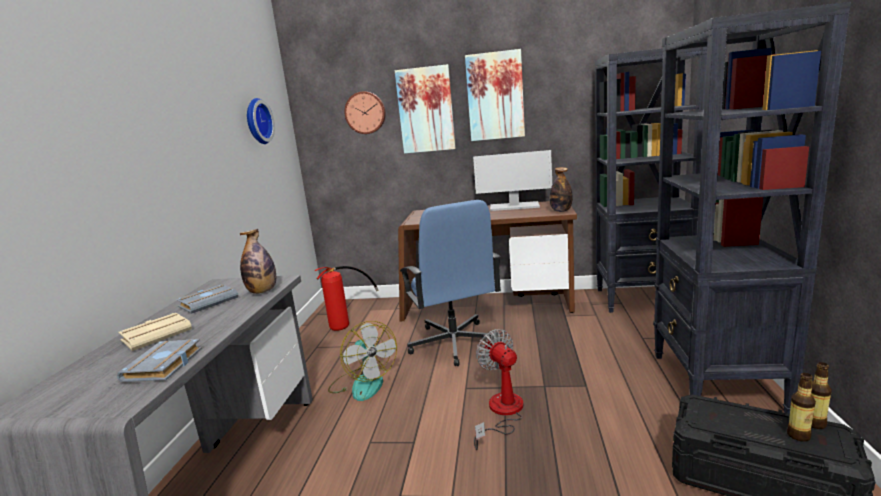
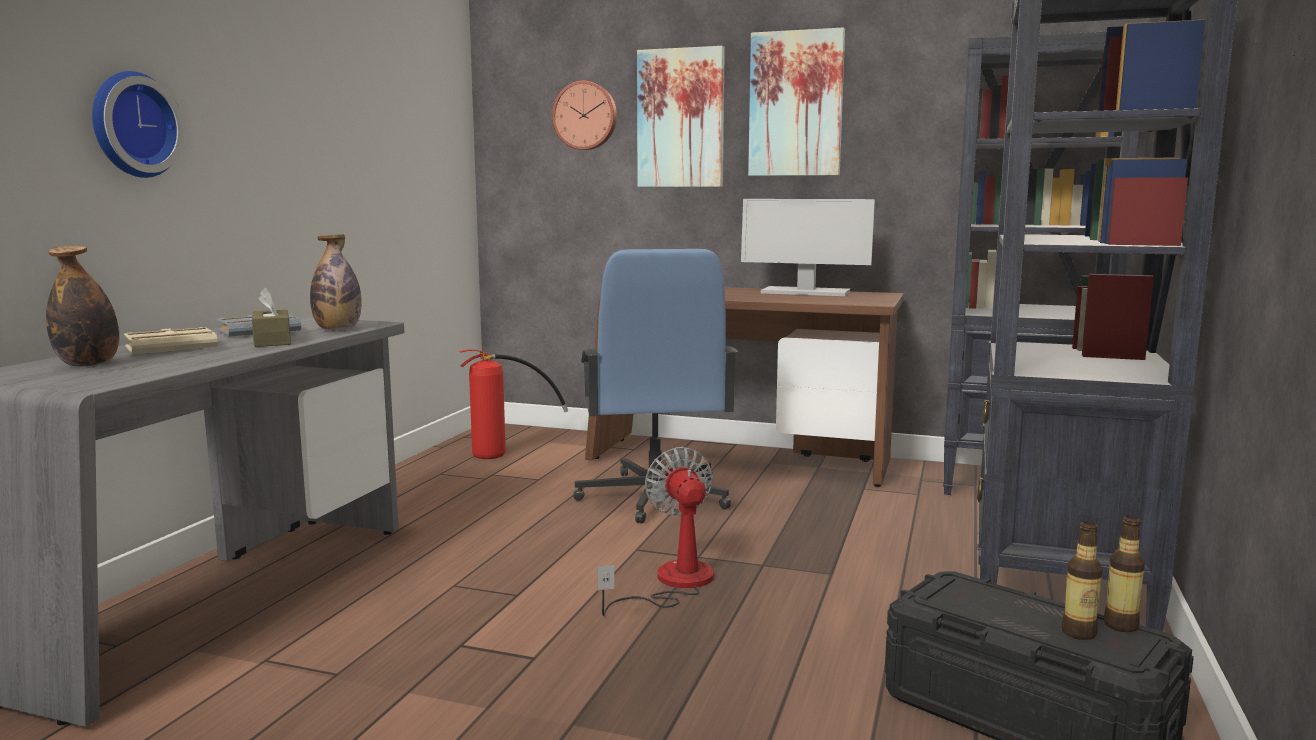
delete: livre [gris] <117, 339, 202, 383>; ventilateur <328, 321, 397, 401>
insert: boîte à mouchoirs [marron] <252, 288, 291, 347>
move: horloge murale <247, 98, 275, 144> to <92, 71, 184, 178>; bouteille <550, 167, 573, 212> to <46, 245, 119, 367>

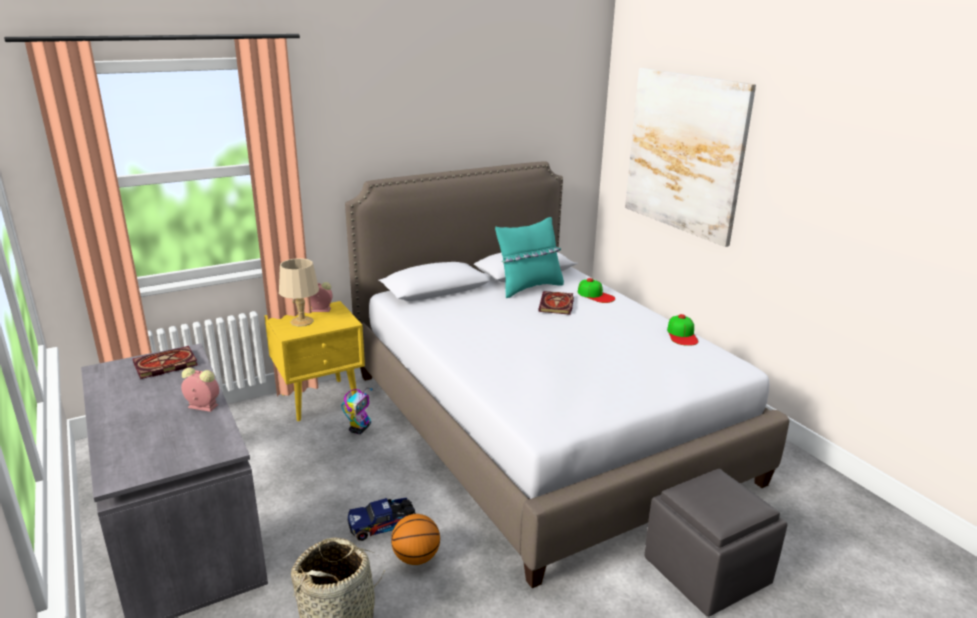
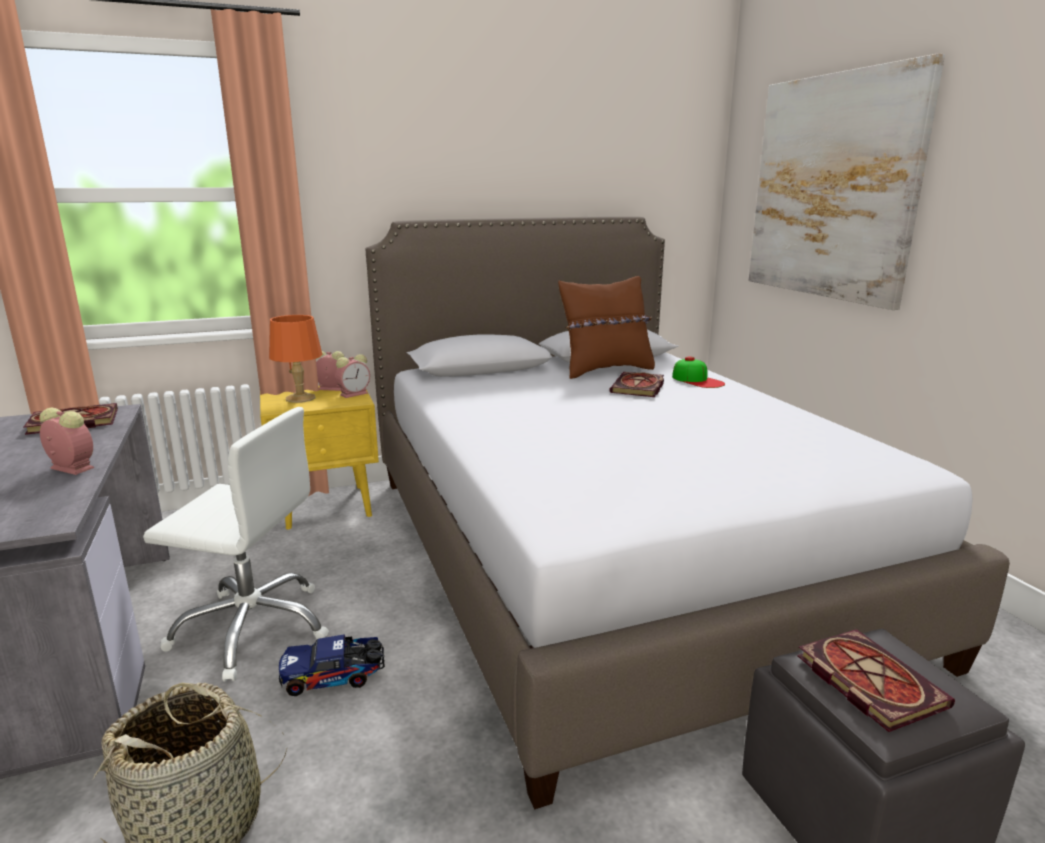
delete: robot jouet <341, 388, 373, 434>; ballon de basket <391, 514, 440, 565>; casquette <667, 314, 698, 346>
insert: chaise de bureau [blanc] <143, 407, 329, 682>; réveil <335, 354, 370, 398>; livre <797, 629, 955, 732>
recolor: lampe de table [beige] <279, 258, 319, 327> to lampe de table [orange] <269, 315, 322, 403>; coussin [turquoise] <495, 217, 564, 298> to coussin [marron] <558, 276, 655, 379>

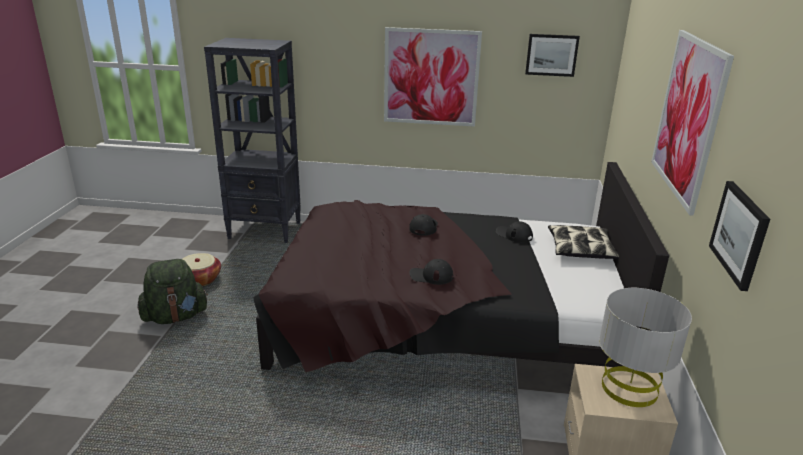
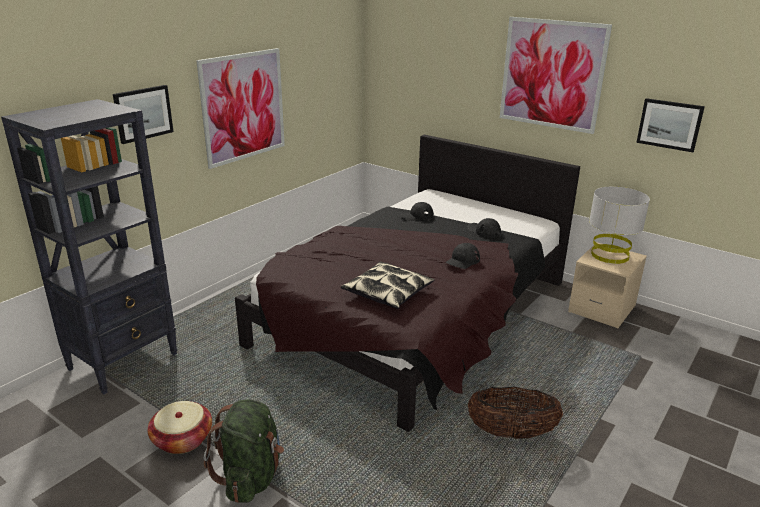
insert: panier <468, 386, 563, 439>
move: casquette [noir] <409, 214, 438, 236> to <468, 218, 501, 238>; tableau <525, 34, 580, 77> to <113, 85, 174, 144>; coussin <548, 225, 619, 259> to <341, 262, 435, 309>

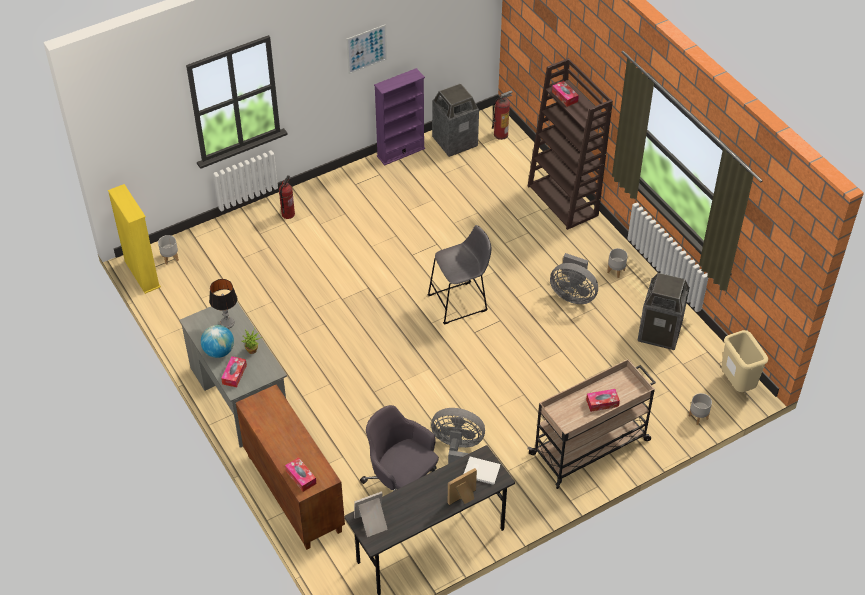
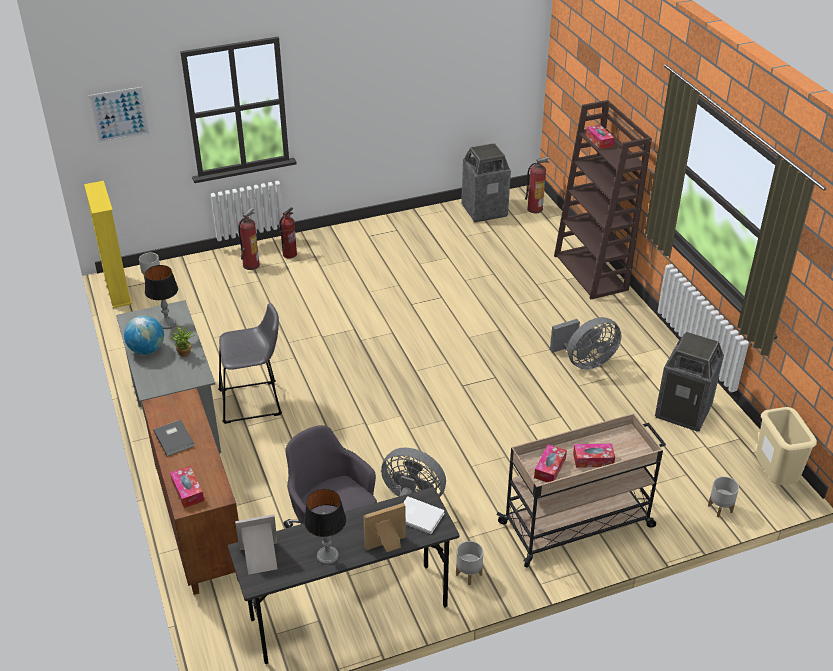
delete: bibliothèque [violet] <374, 68, 425, 165>
insert: livre [gris] <153, 420, 195, 456>; extincteur <238, 207, 260, 270>; lampe de table <304, 489, 346, 565>
move: boîte à mouchoirs <221, 356, 247, 387> to <534, 444, 567, 482>; tableau <346, 24, 387, 74> to <89, 87, 150, 143>; tabouret [gris] <427, 225, 492, 325> to <218, 303, 282, 424>; cache-pot [gris] <607, 248, 628, 278> to <456, 541, 483, 585>
rotate: ventilateur [gris] <550, 253, 598, 304> = <550, 317, 622, 370> 60 degrees counterclockwise

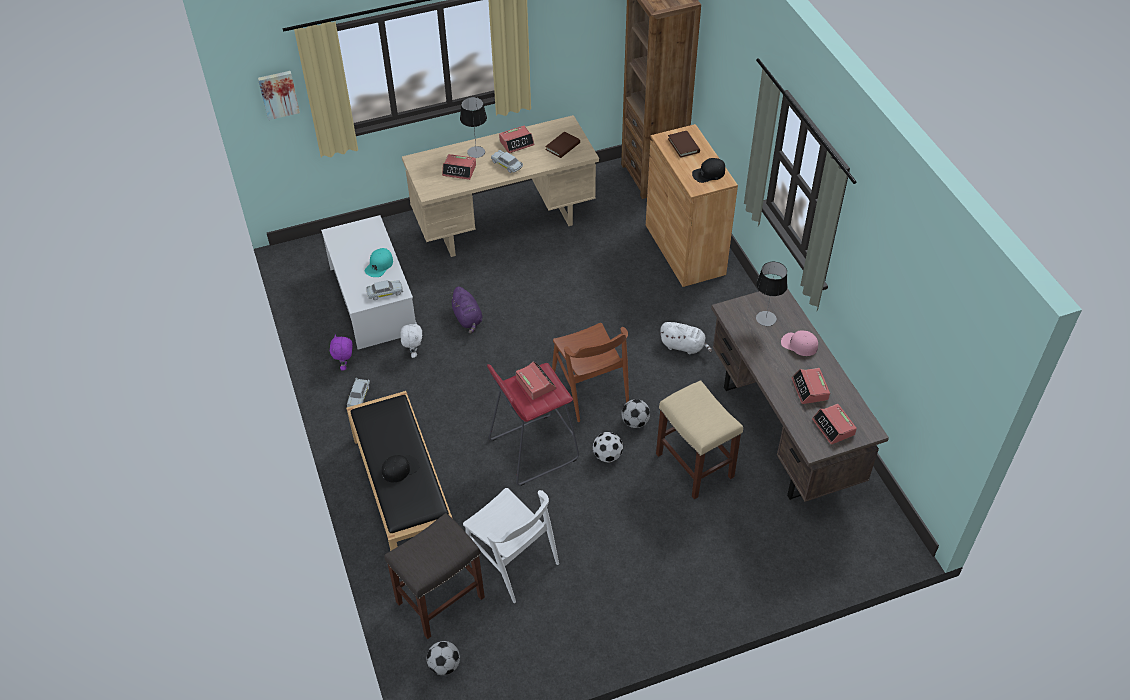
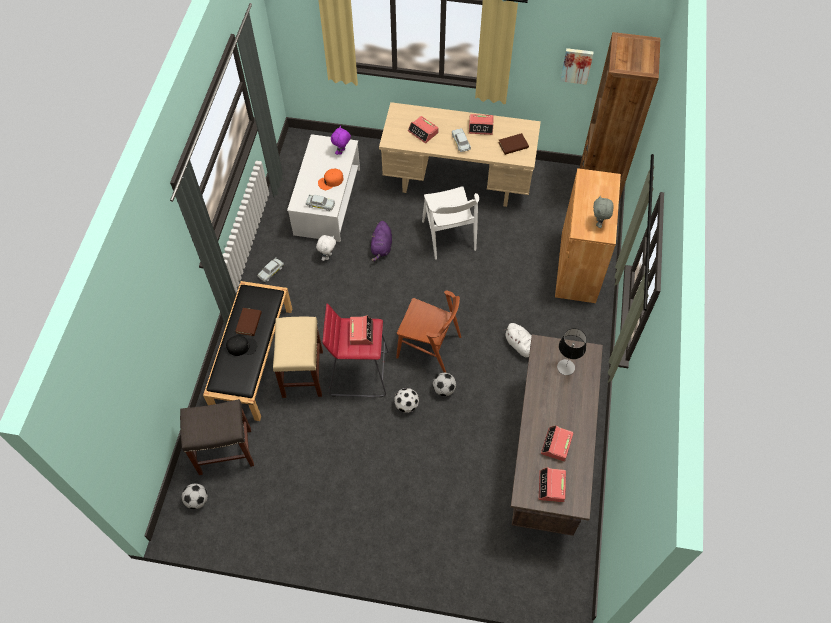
delete: lampe de table <460, 97, 487, 158>; casquette [rose] <781, 331, 818, 356>
move: tableau <258, 71, 300, 120> to <560, 48, 594, 85>; peluche [violet] <330, 334, 353, 371> to <331, 126, 351, 155>; chaise [blanc] <463, 488, 559, 603> to <422, 186, 479, 260>; tabouret [beige] <656, 380, 743, 499> to <273, 317, 323, 398>; livre [marron] <668, 131, 700, 158> to <235, 308, 262, 336>
replace: casquette [noir] <692, 158, 725, 183> to peluche [gris] <593, 195, 614, 228>
recolor: casquette [turquoise] <365, 248, 393, 277> to casquette [orange] <318, 169, 343, 190>
rotate: chaise [marron] <552, 323, 629, 422> = <396, 291, 461, 373> 75 degrees counterclockwise

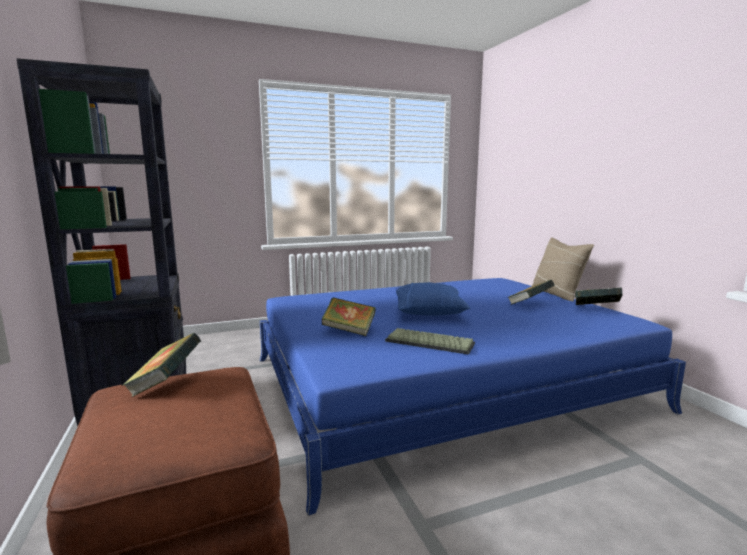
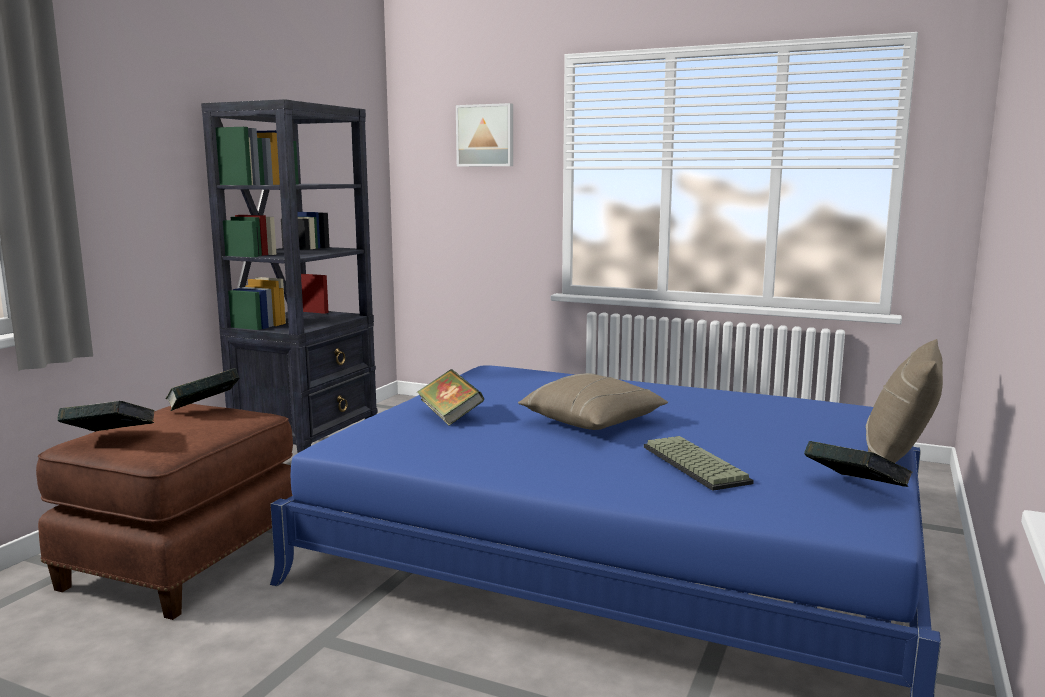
insert: tableau <456, 103, 513, 167>
move: clavier <385, 328, 475, 355> to <644, 436, 754, 491>; livre <507, 280, 555, 305> to <58, 401, 155, 432>
recolor: coussin [bleu] <396, 282, 471, 316> to coussin [beige] <518, 373, 668, 430>

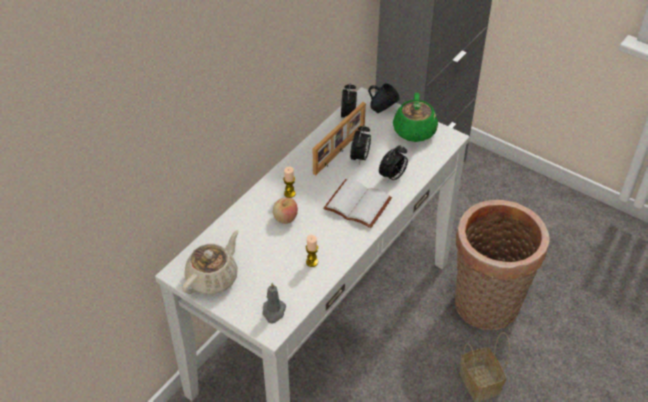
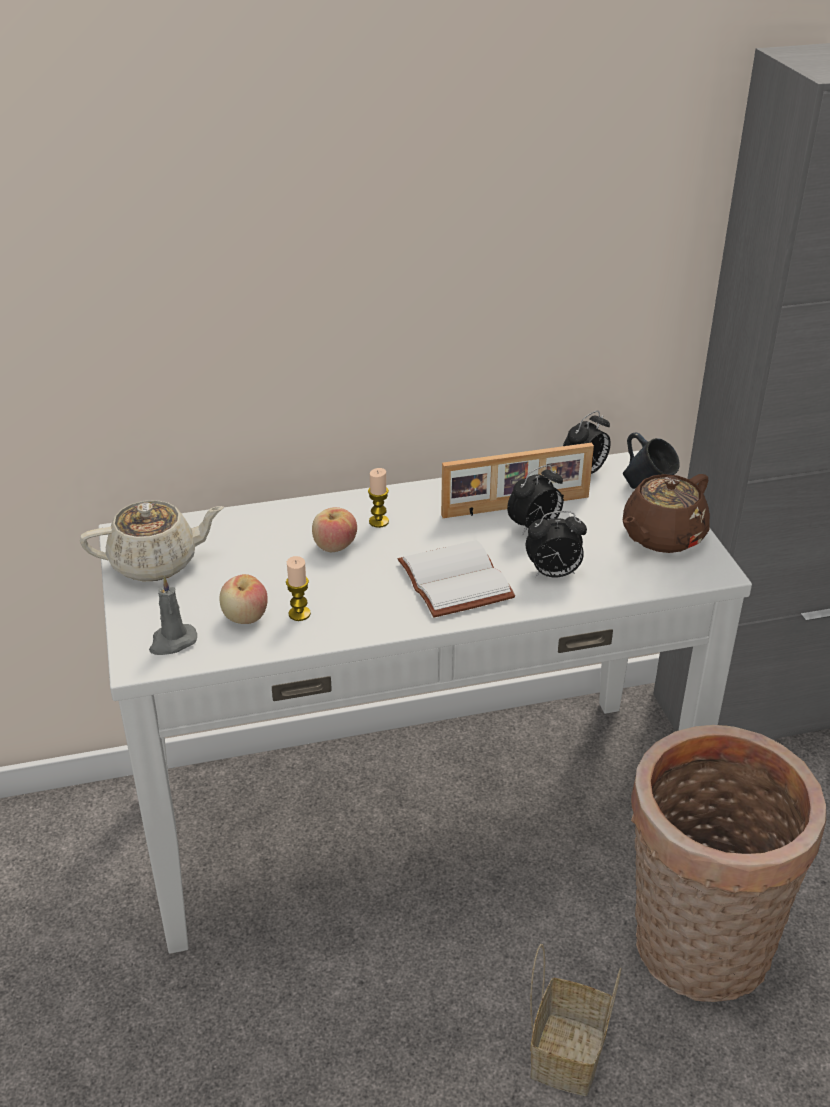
insert: pomme <219, 574, 268, 624>
recolor: théière [vert] <393, 93, 438, 142> to théière [marron] <623, 474, 710, 553>

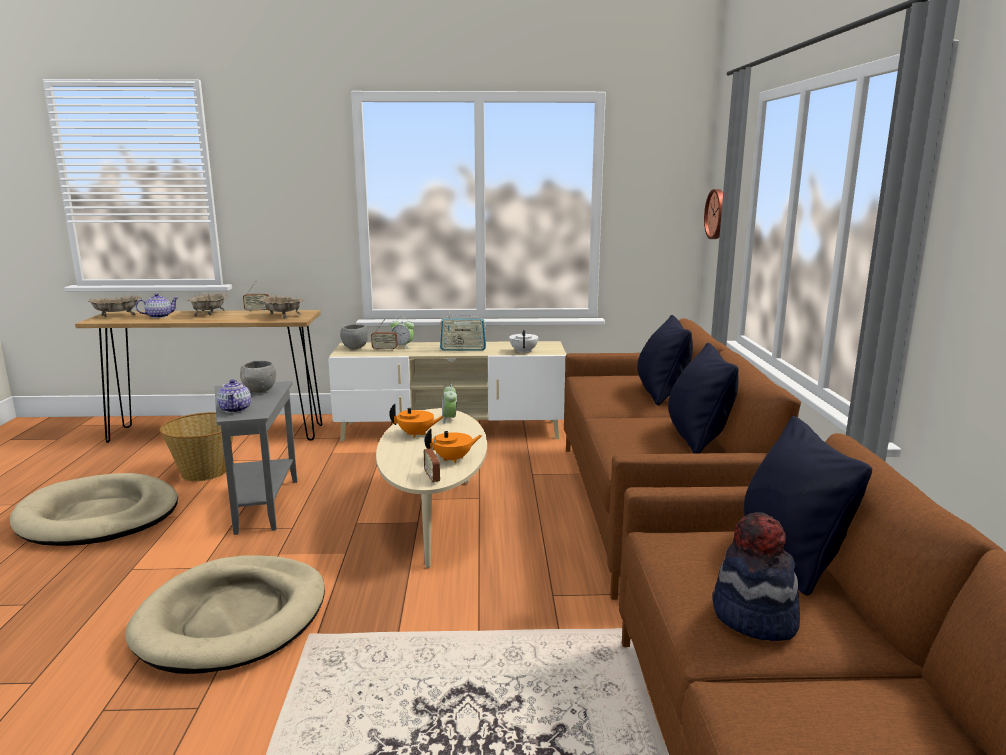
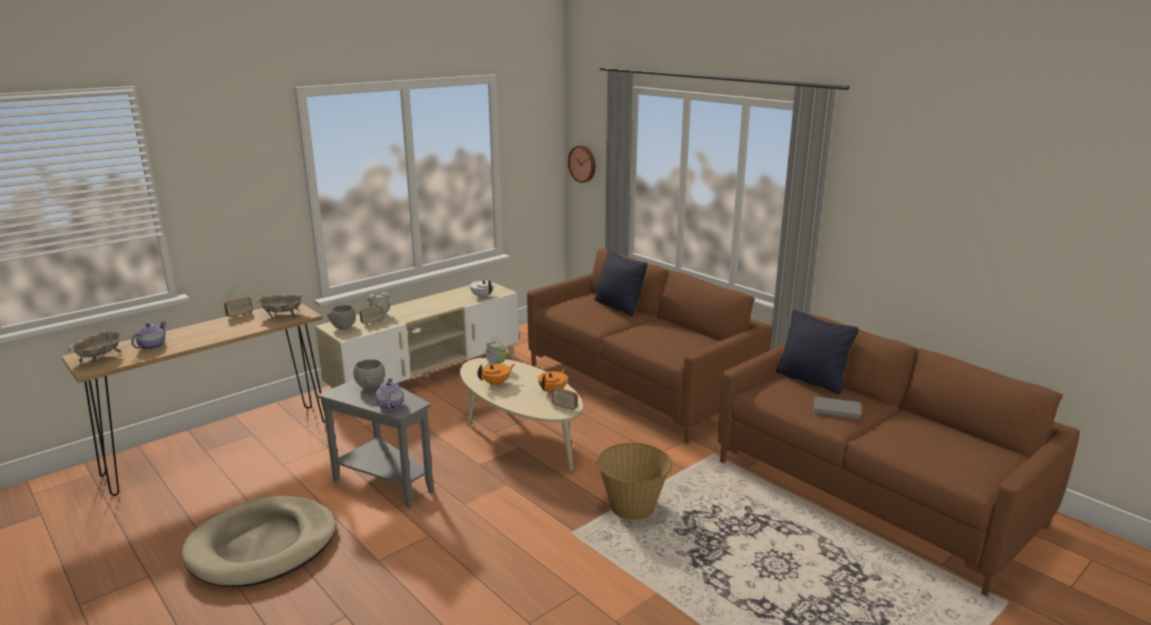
delete: panier pour chien [beige] <125, 555, 325, 674>; bol [beige] <187, 293, 227, 317>; radio <440, 315, 486, 351>; coussin [noir] <668, 343, 739, 454>
move: panier <160, 412, 233, 481> to <597, 443, 672, 520>
replace: chapeau <713, 512, 800, 641> to livre [gris] <813, 396, 861, 420>
rotate: théière <217, 379, 251, 413> = <376, 378, 404, 410> 135 degrees counterclockwise

